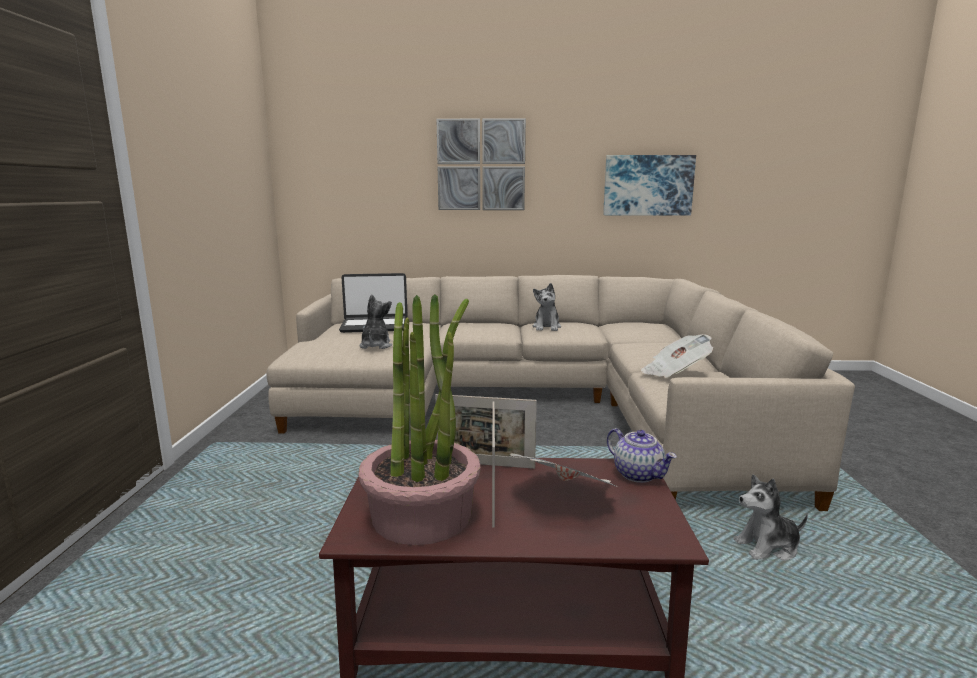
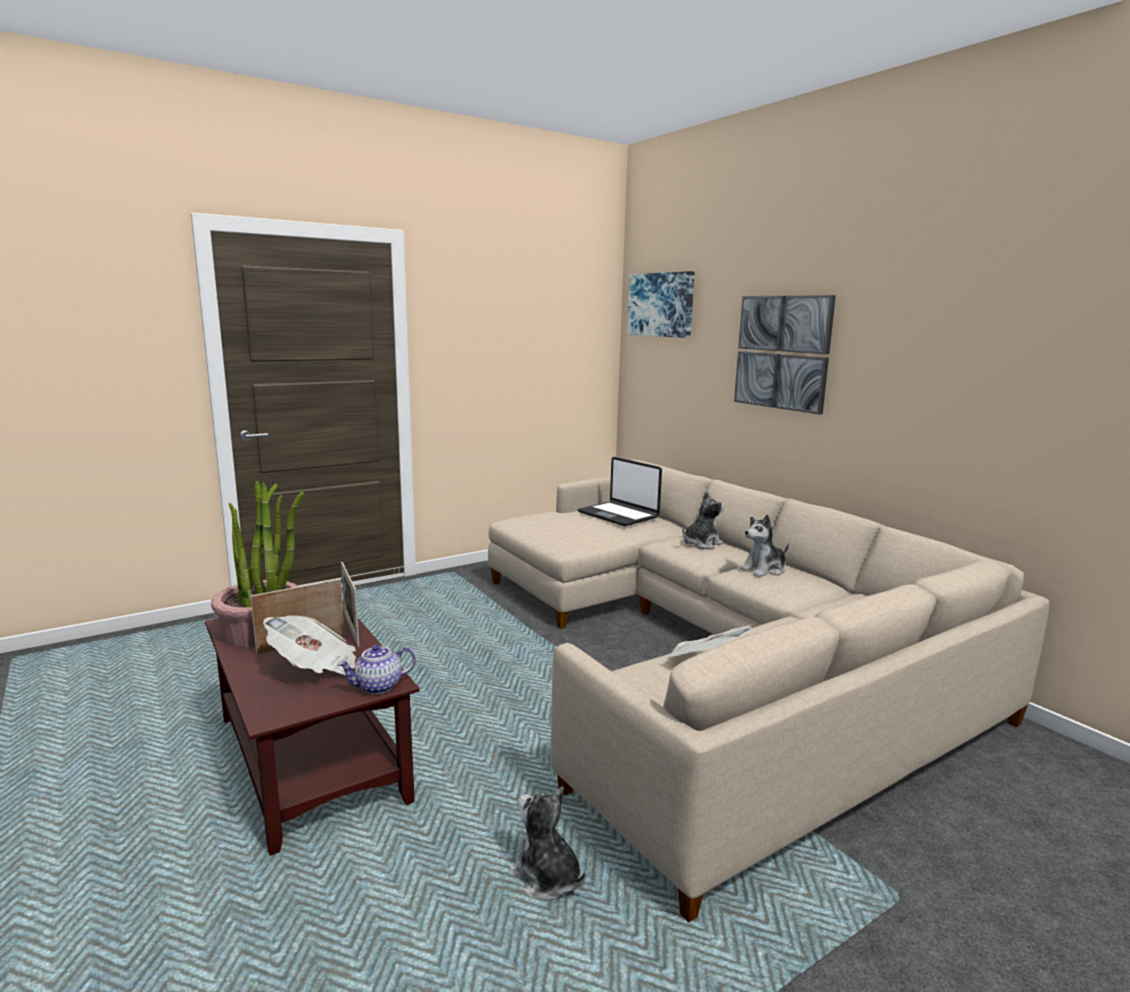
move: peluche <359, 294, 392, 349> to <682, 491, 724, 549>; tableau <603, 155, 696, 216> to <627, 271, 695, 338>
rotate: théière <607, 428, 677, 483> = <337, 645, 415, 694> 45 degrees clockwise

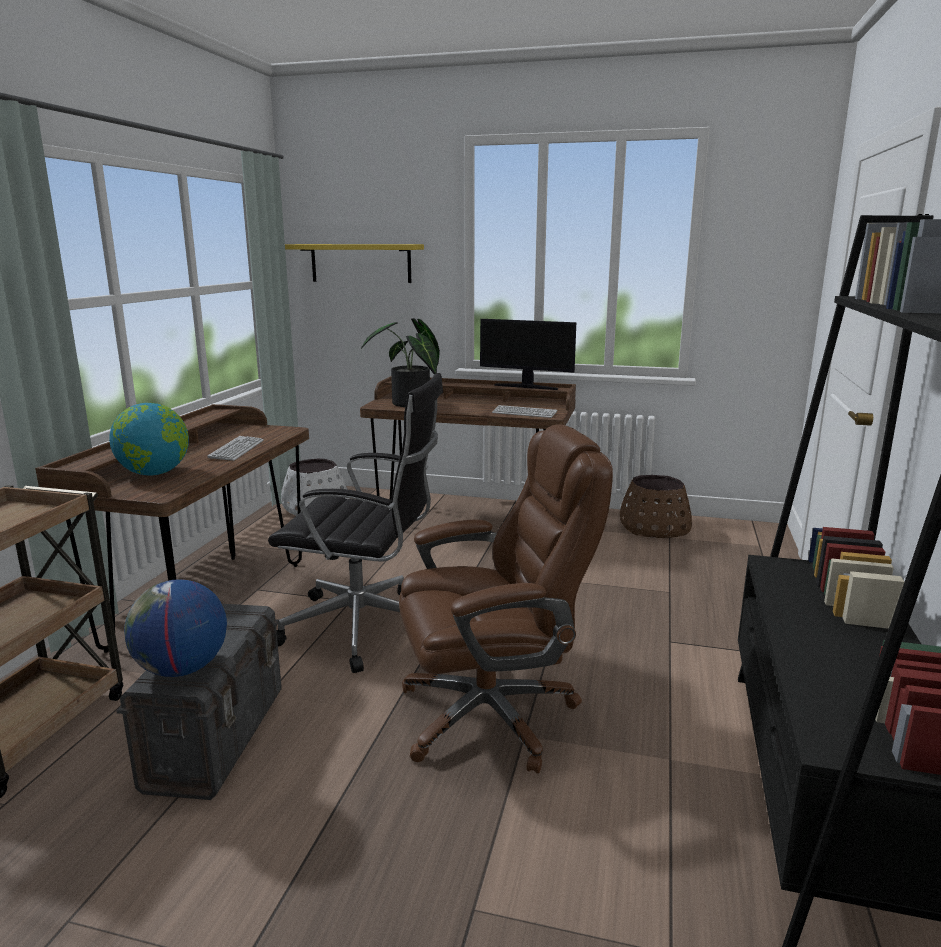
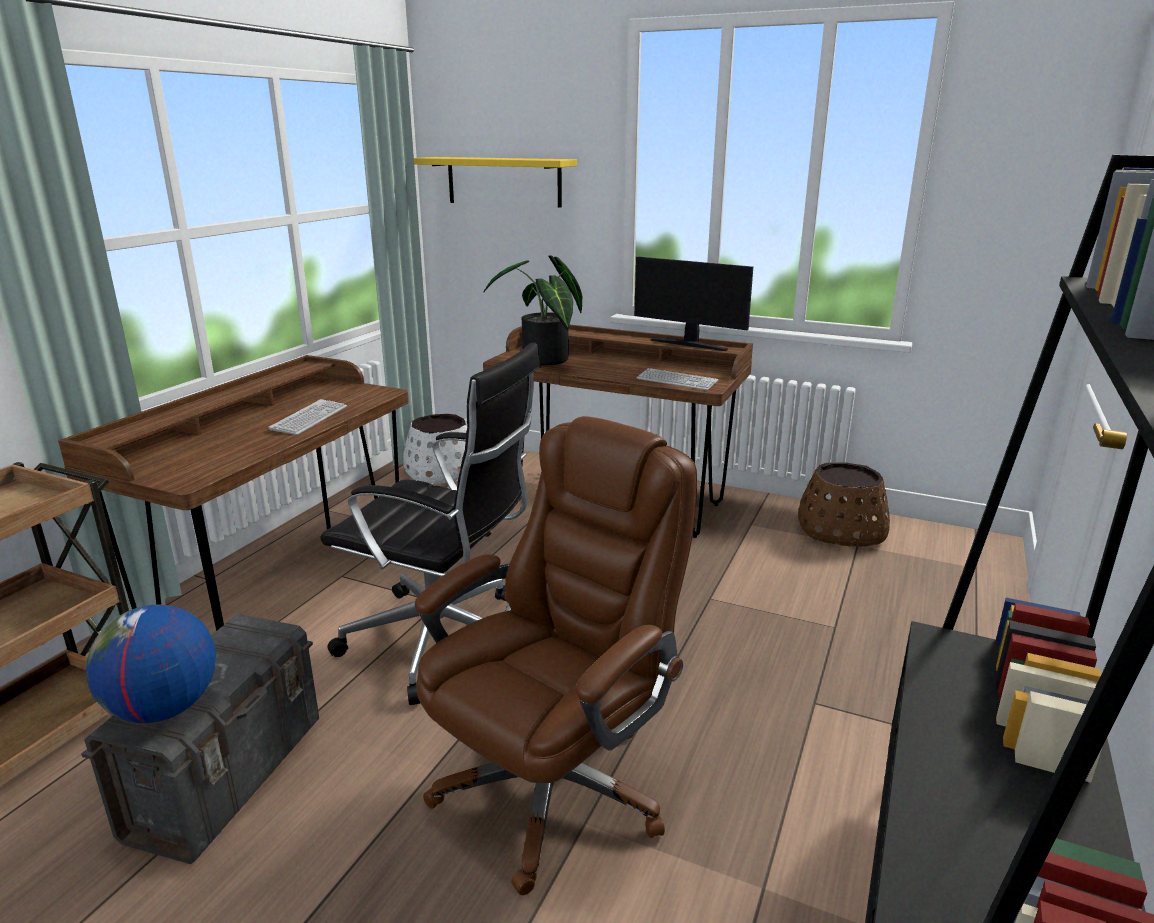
delete: globe <109, 403, 189, 475>
rotate: chaise de bureau [marron] <399, 424, 613, 773> = <415, 416, 697, 895> 45 degrees counterclockwise

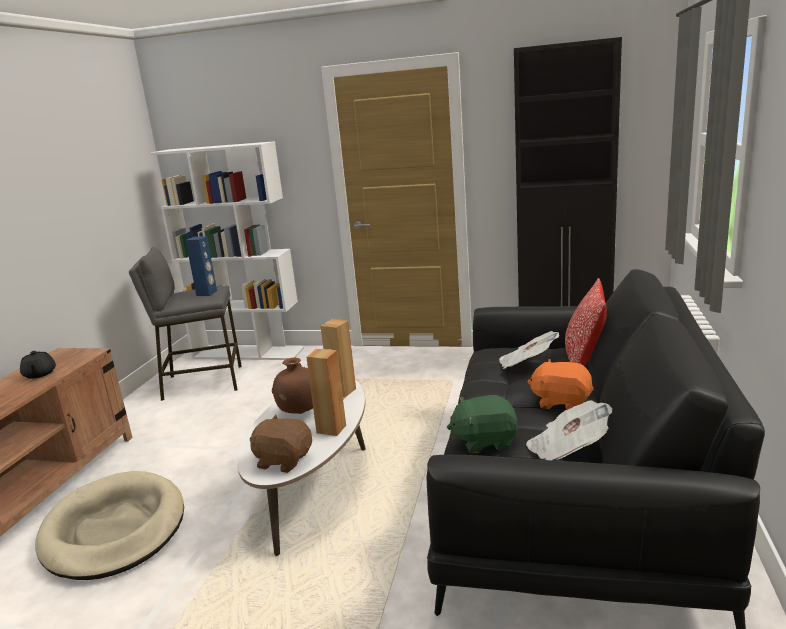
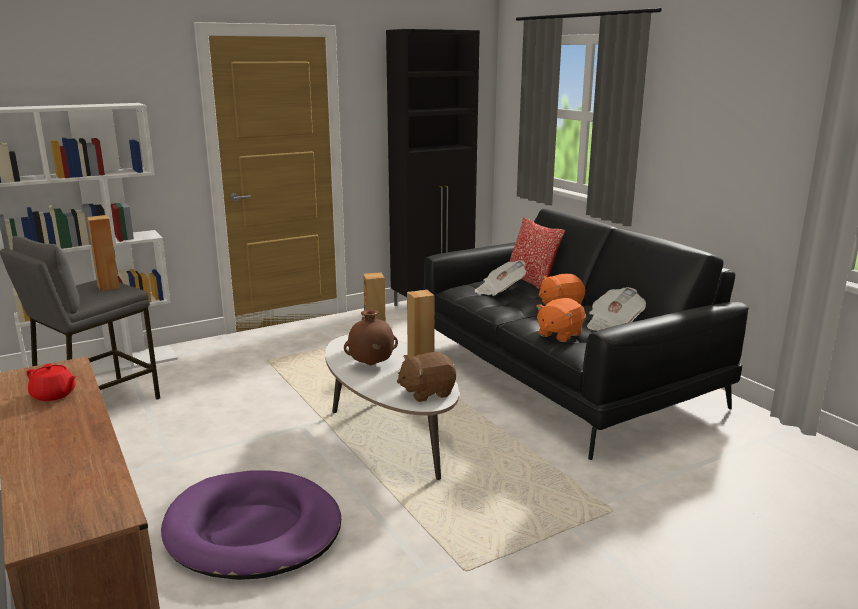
recolor: théière [noir] <20, 351, 56, 379> to théière [rouge] <27, 364, 76, 401>; panier pour chien [beige] <35, 471, 184, 580> to panier pour chien [violet] <161, 470, 341, 580>; enceinte [bleu] <186, 236, 217, 296> to enceinte [marron] <87, 215, 119, 291>; peluche [vert] <447, 395, 518, 453> to peluche [orange] <536, 298, 585, 342>

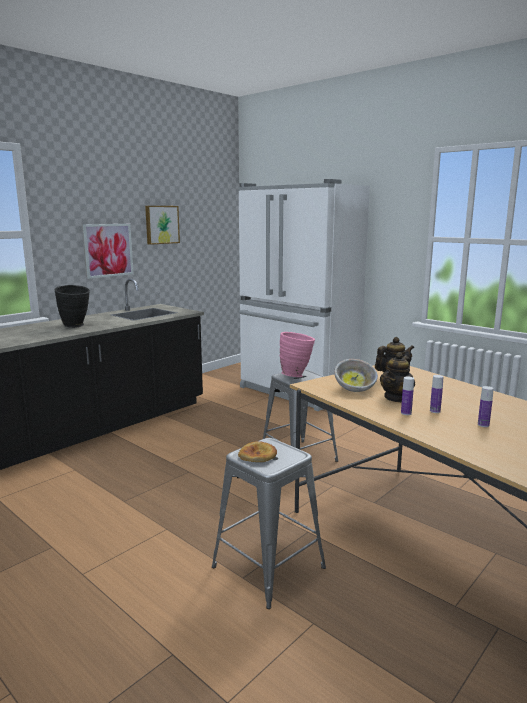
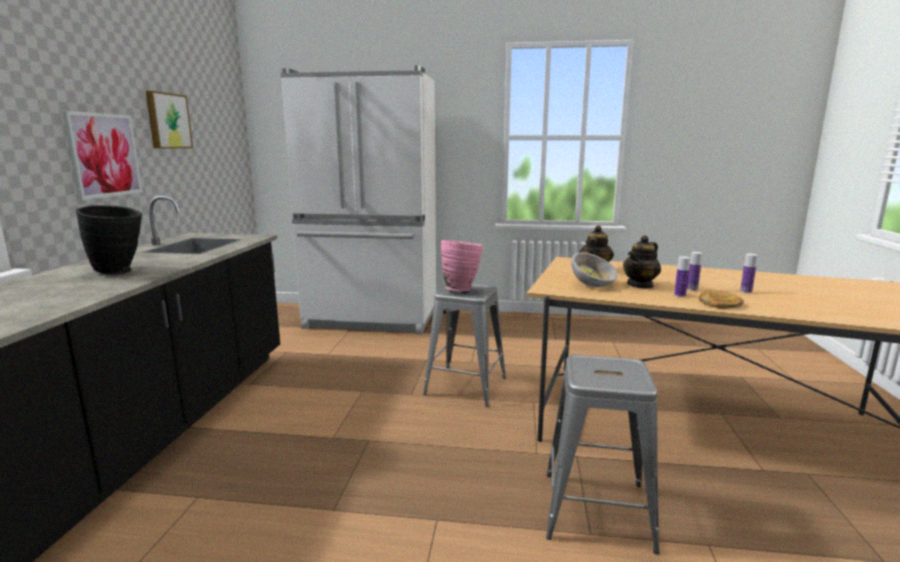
move: pain <238, 441, 277, 462> to <698, 291, 744, 309>
rotate: théière <380, 352, 415, 402> = <623, 235, 661, 289> 45 degrees clockwise

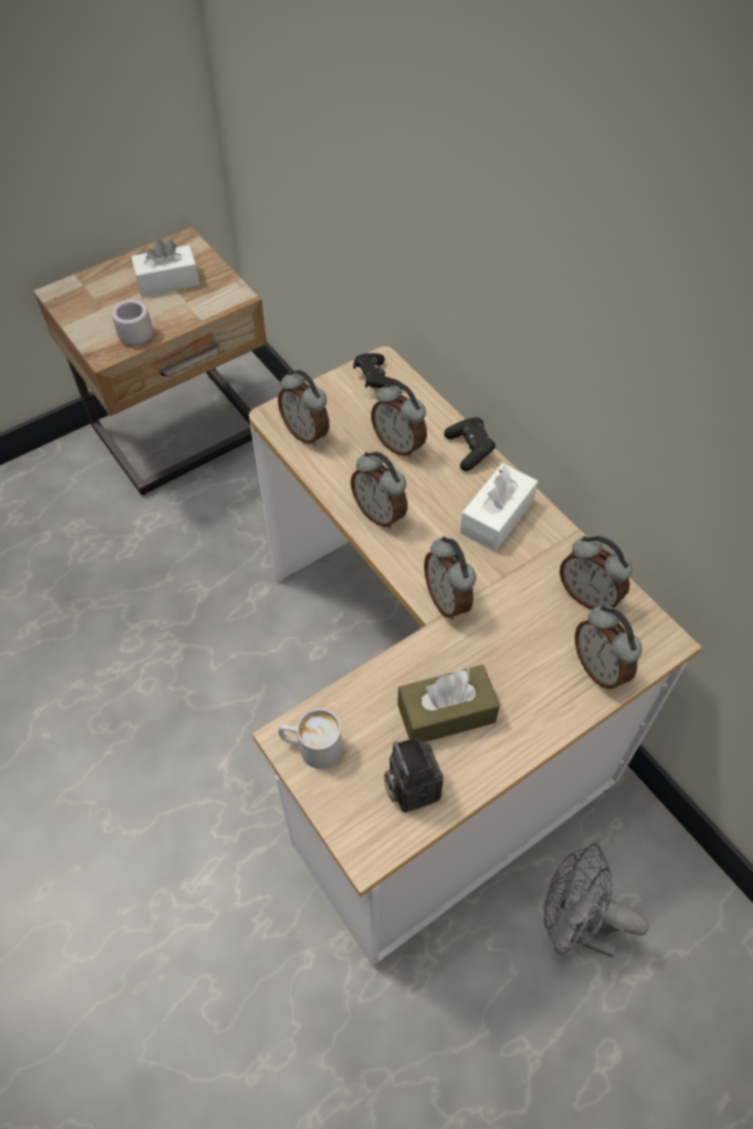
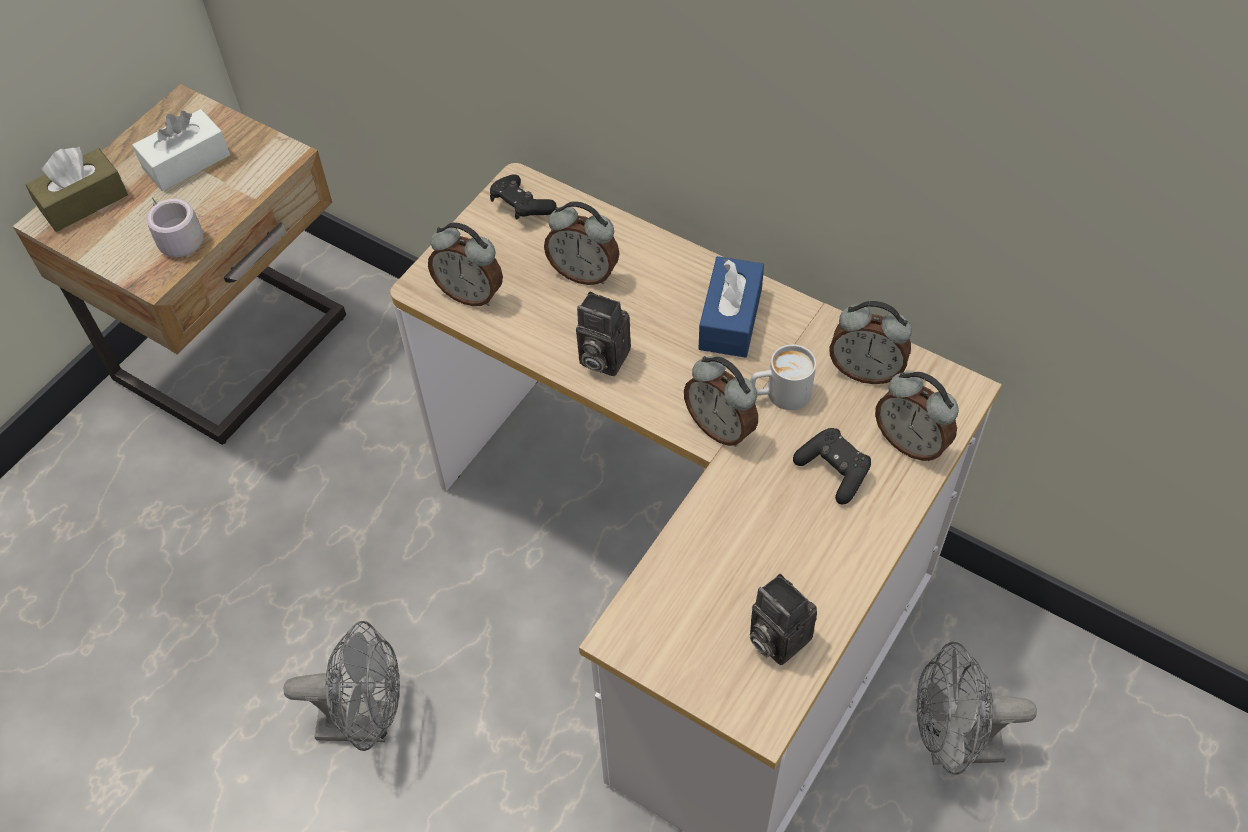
insert: ventilateur [gris] <283, 621, 400, 751>
move: mug [blanc] <278, 709, 342, 769> to <750, 344, 816, 410>; boîte à mouchoirs [marron] <398, 665, 500, 742> to <26, 147, 128, 232>; manette [noir] <444, 417, 495, 471> to <793, 428, 871, 504>
replace: réveil <351, 452, 408, 529> to appareil photo <576, 292, 631, 376>
recolor: boîte à mouchoirs [blanc] <460, 463, 538, 552> to boîte à mouchoirs [bleu] <699, 256, 764, 358>

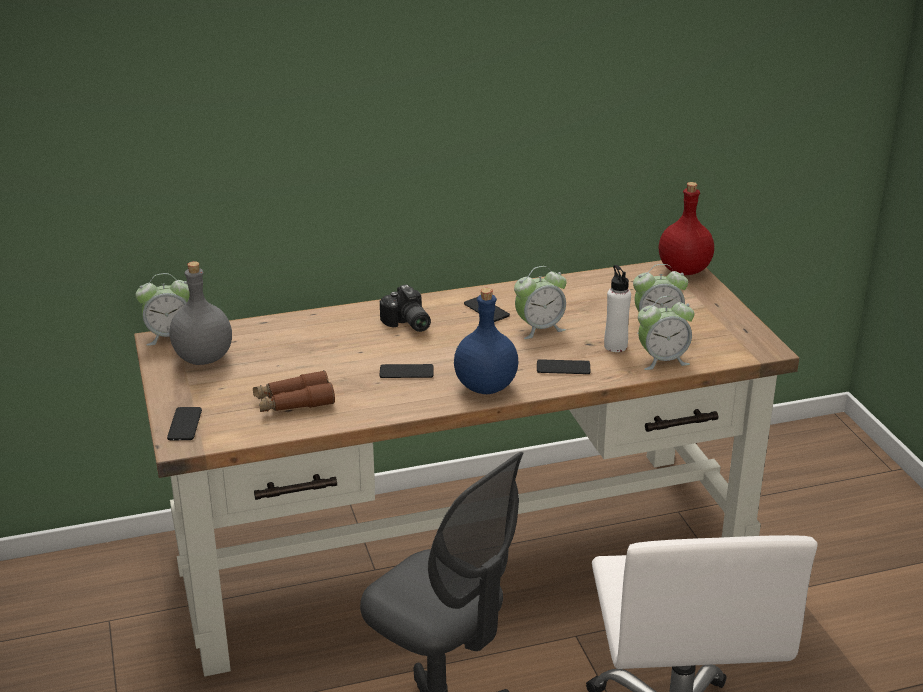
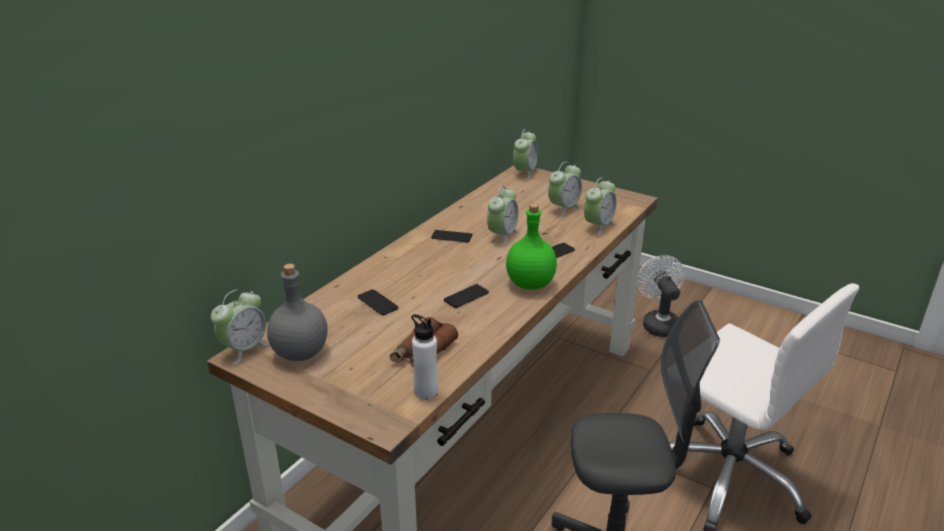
delete: appareil photo <380, 284, 431, 332>
insert: ventilateur [blanc] <637, 255, 685, 337>
move: téléphone <167, 407, 202, 440> to <358, 289, 398, 315>; bouteille [blanc] <604, 265, 631, 352> to <411, 314, 438, 400>
replace: bouteille [rouge] <659, 182, 714, 275> to réveil <513, 129, 538, 180>
recolor: bouteille [bleu] <454, 288, 518, 394> to bouteille [vert] <506, 203, 557, 290>

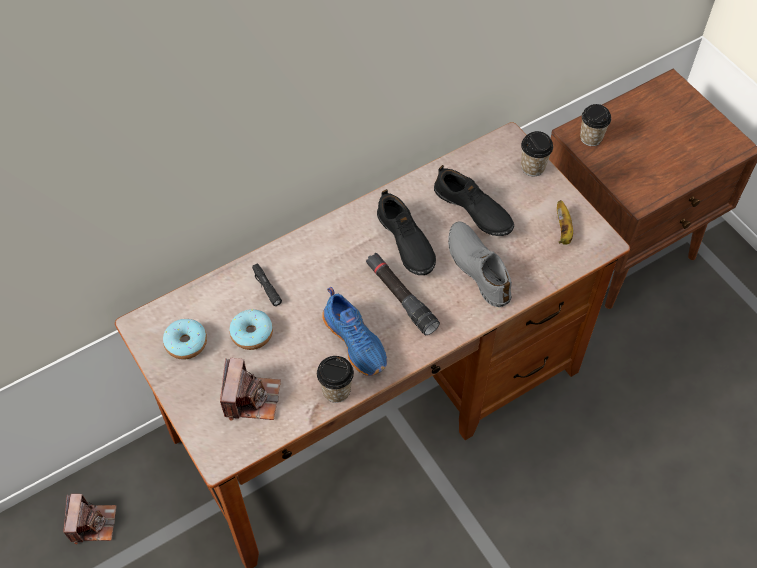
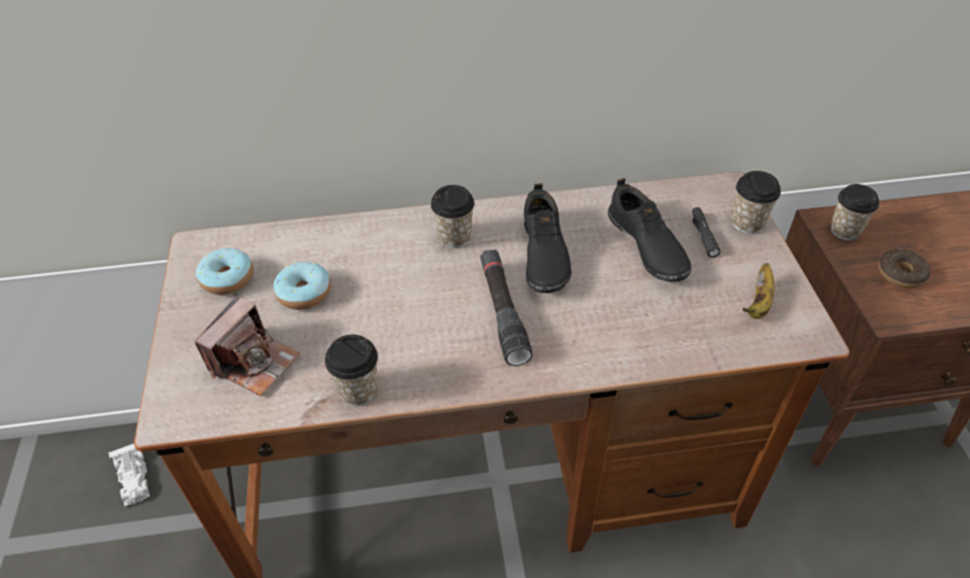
delete: chaussure [bleu] <322, 287, 387, 376>; chaussure [gris] <448, 221, 512, 307>
insert: tasse <431, 185, 475, 248>; beignet <878, 249, 931, 288>
move: lampe de poche [noir] <252, 263, 282, 306> to <692, 207, 721, 258>
replace: appareil photo <64, 494, 116, 544> to petite voiture [blanc] <108, 444, 150, 506>

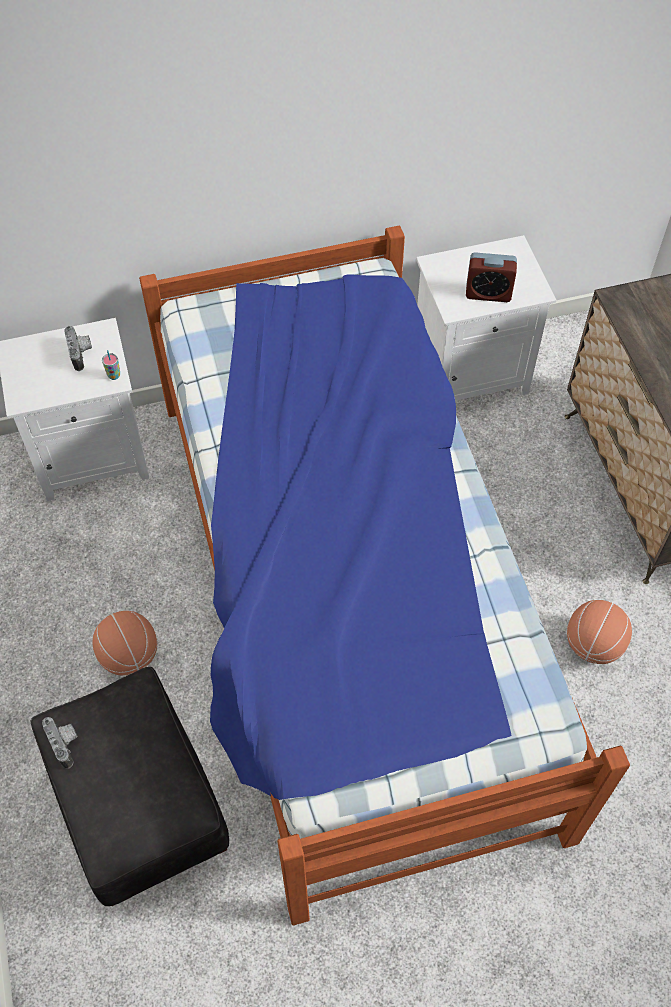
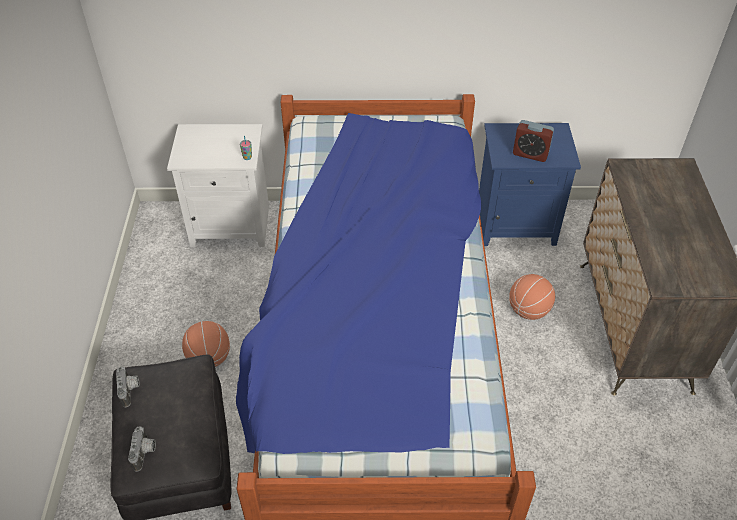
move: appareil photo <65, 326, 92, 371> to <128, 426, 156, 472>; ballon de basket <567, 600, 632, 664> to <509, 274, 555, 320>
recolor: table de chevet [blanc] <416, 235, 557, 401> to table de chevet [bleu] <479, 123, 581, 246>

